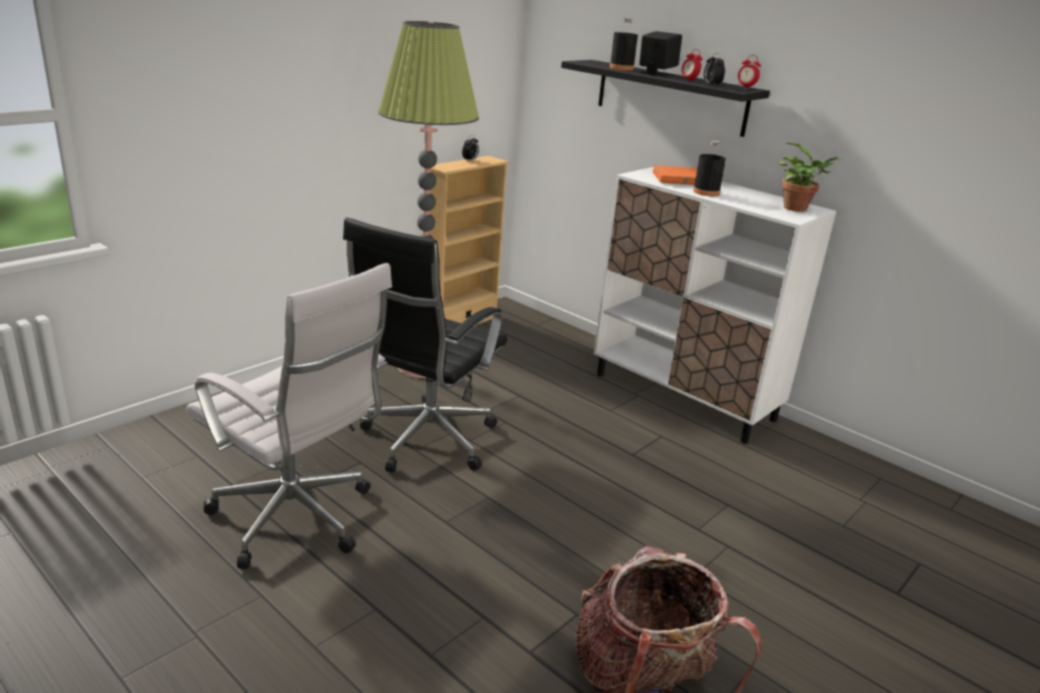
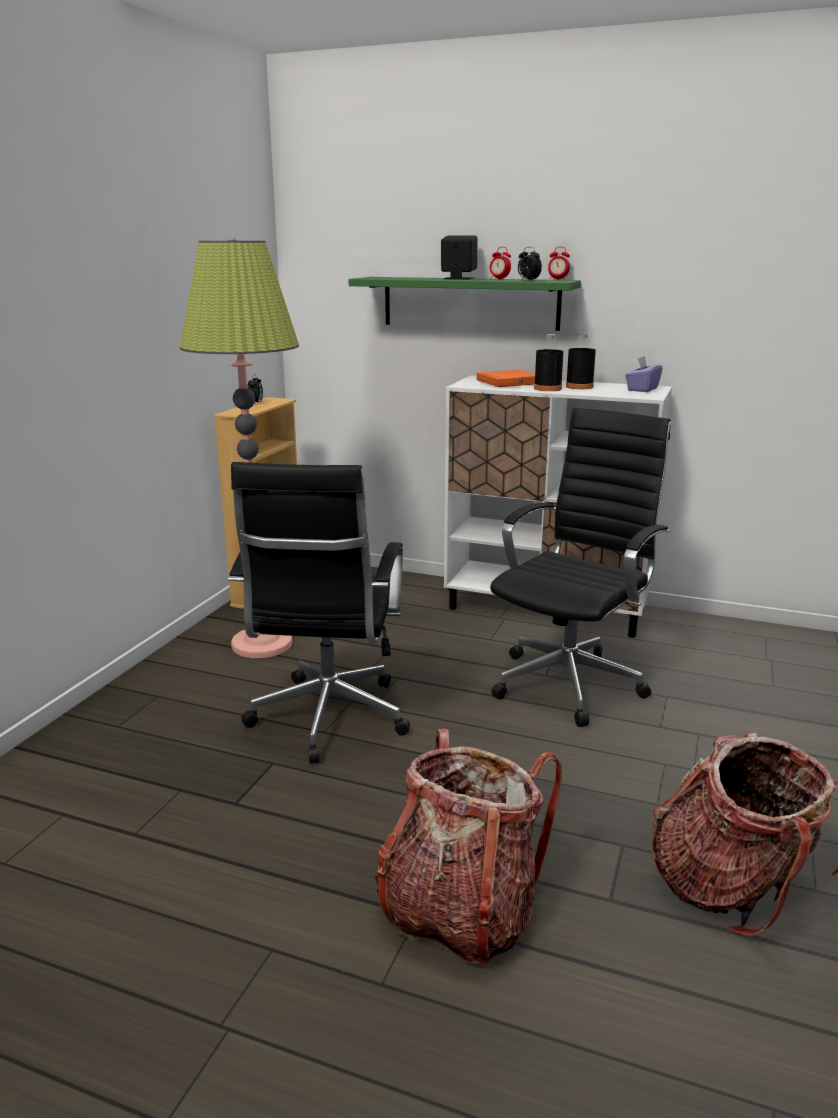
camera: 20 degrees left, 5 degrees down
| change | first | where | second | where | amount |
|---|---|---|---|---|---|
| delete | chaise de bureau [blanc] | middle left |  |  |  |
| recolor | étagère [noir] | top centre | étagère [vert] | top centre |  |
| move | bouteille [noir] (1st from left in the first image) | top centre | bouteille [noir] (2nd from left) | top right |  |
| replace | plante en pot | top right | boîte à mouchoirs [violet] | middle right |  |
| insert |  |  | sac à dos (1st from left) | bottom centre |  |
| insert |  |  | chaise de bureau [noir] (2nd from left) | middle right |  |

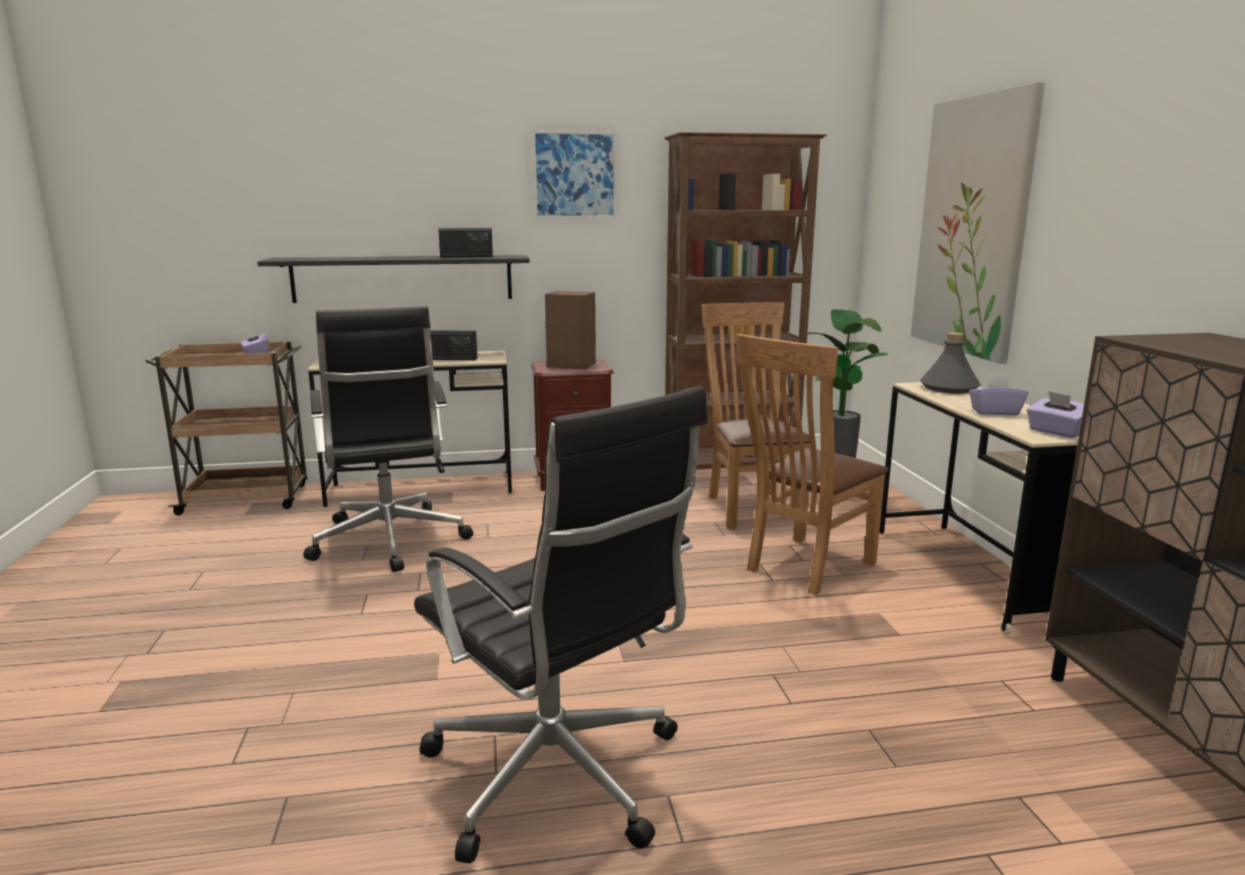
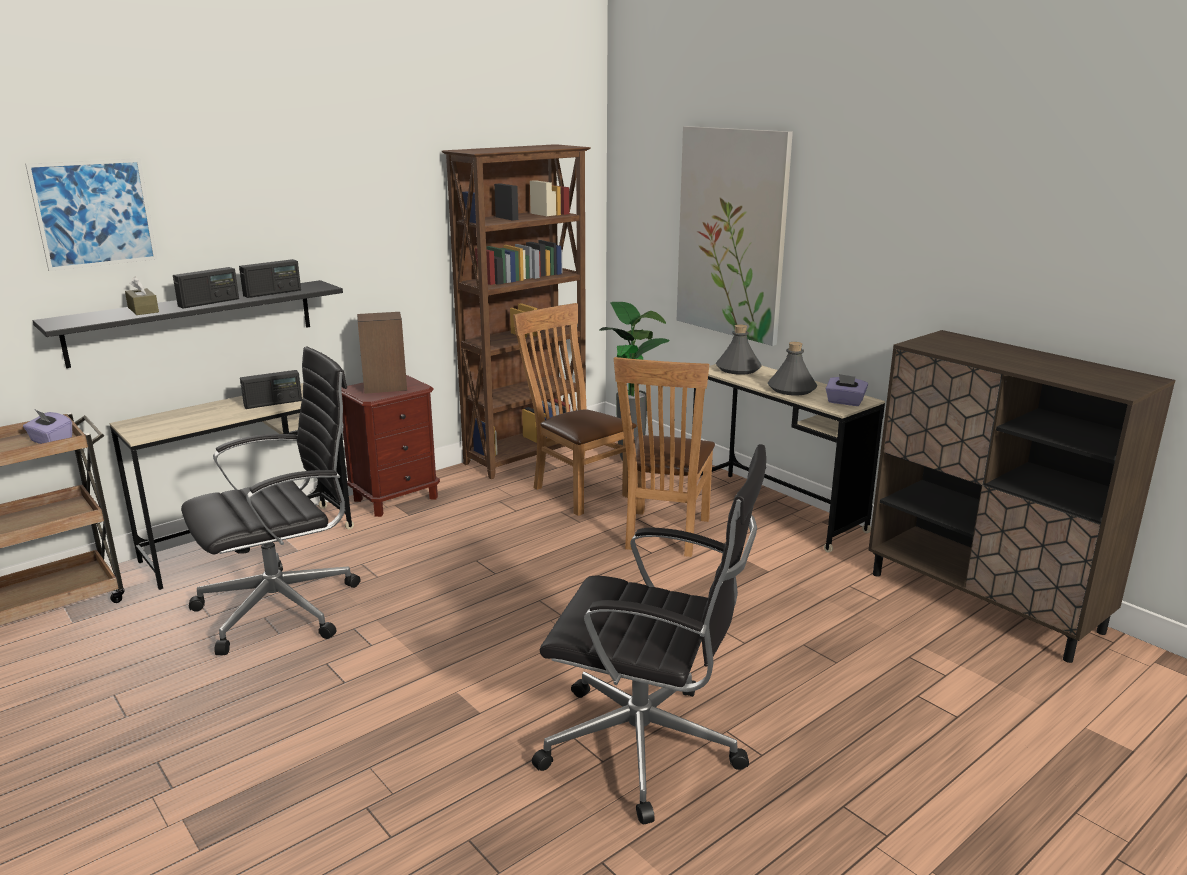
camera: 30 degrees left, 5 degrees up
| change | first | where | second | where | amount |
|---|---|---|---|---|---|
| rotate | chaise de bureau [noir] (1st from left) | middle left |  | middle left | 75 degrees counterclockwise |
| move | tableau (1st from left) | top centre |  | top left |  |
| replace | boîte à mouchoirs [violet] (2nd from left) | middle right | bouteille [gris] (2nd from left) | middle right |  |
| insert |  |  | boîte à mouchoirs [marron] | middle left |  |
| insert |  |  | radio (1st from left) | top left |  |

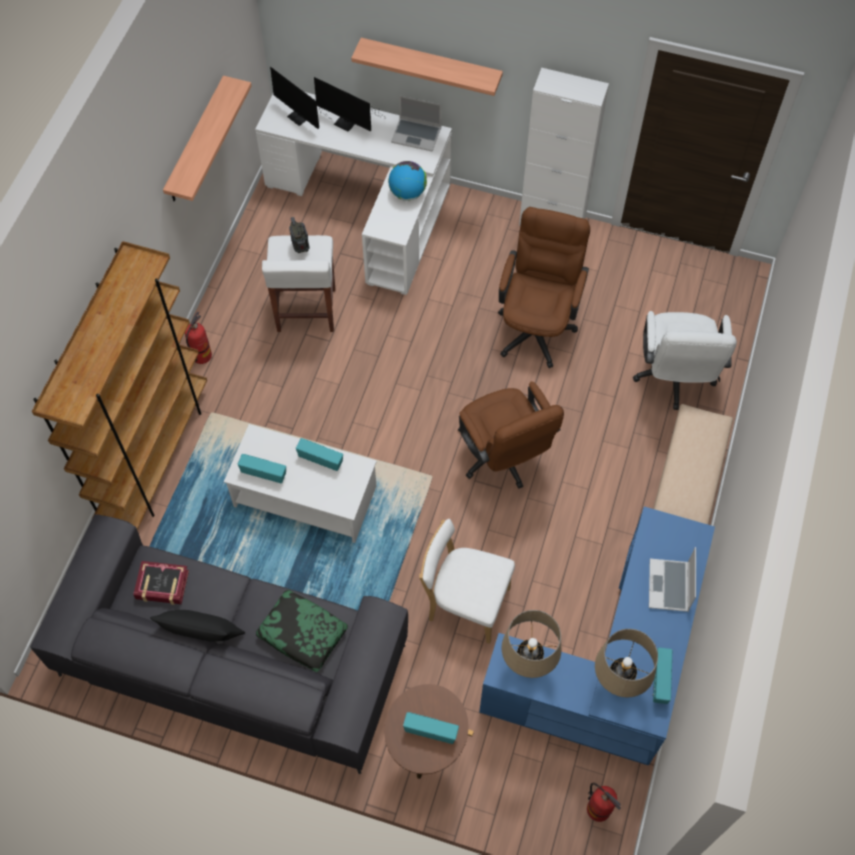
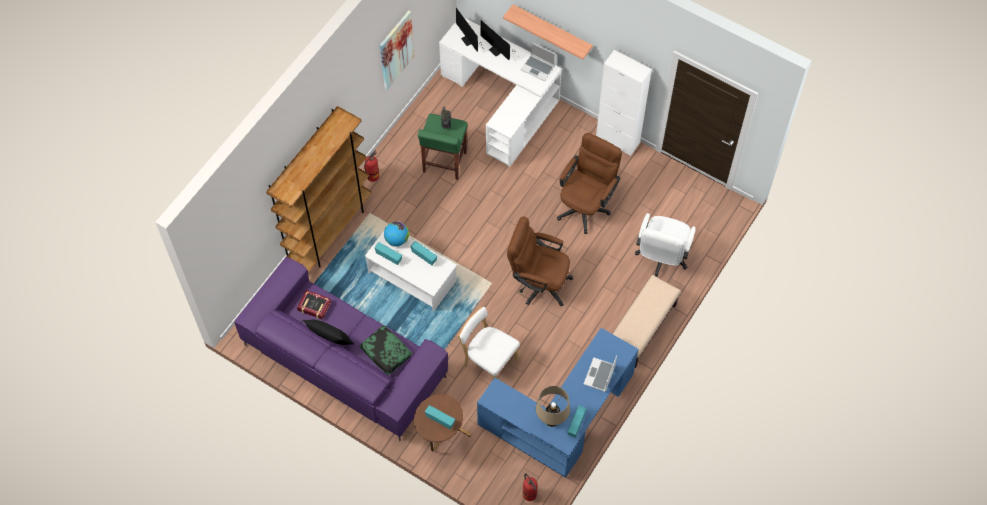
camera: 15 degrees right, 0 degrees up
| change | first | where | second | where | amount |
|---|---|---|---|---|---|
| recolor | canapé [gris] | bottom left | canapé [violet] | bottom centre |  |
| replace | étagère (1st from left) | top left | tableau | top centre |  |
| recolor | tabouret [blanc] | top centre | tabouret [vert] | top centre |  |
| move | globe | top centre |  | centre |  |
| rotate | chaise de bureau [marron] (1st from left) | centre |  | centre | 120 degrees clockwise |
| delete | lampe de table [beige] (1st from left) | bottom centre |  |  |  |

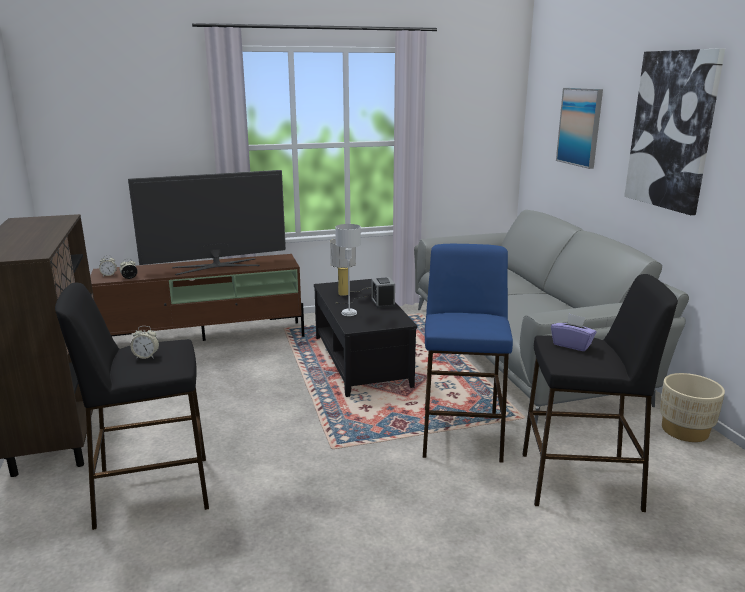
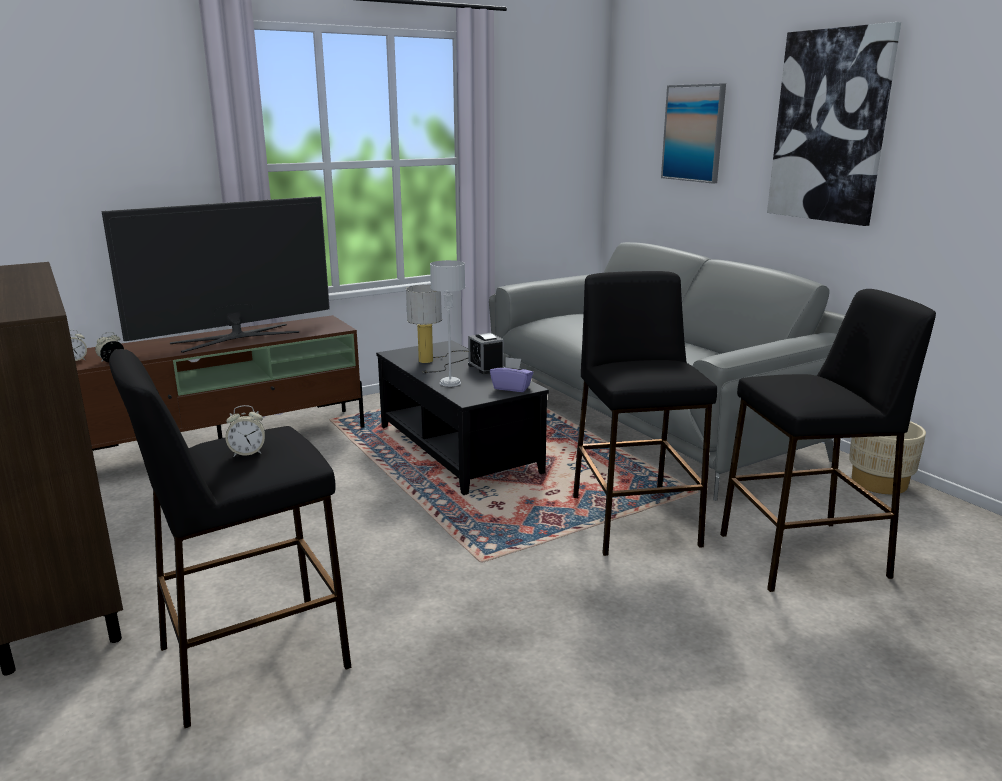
camera: 15 degrees left, 0 degrees up
| change | first | where | second | where | amount |
|---|---|---|---|---|---|
| recolor | tabouret [bleu] | centre | tabouret [noir] (2nd from left) | centre |  |
| move | boîte à mouchoirs [violet] | middle right |  | centre |  |

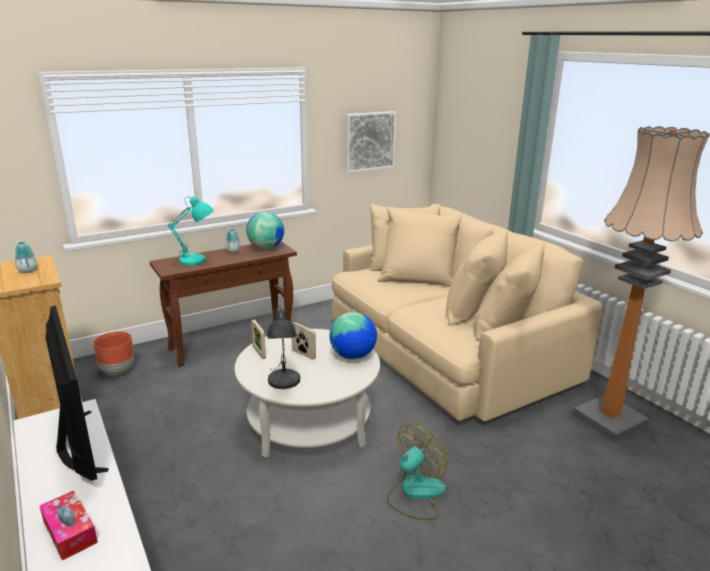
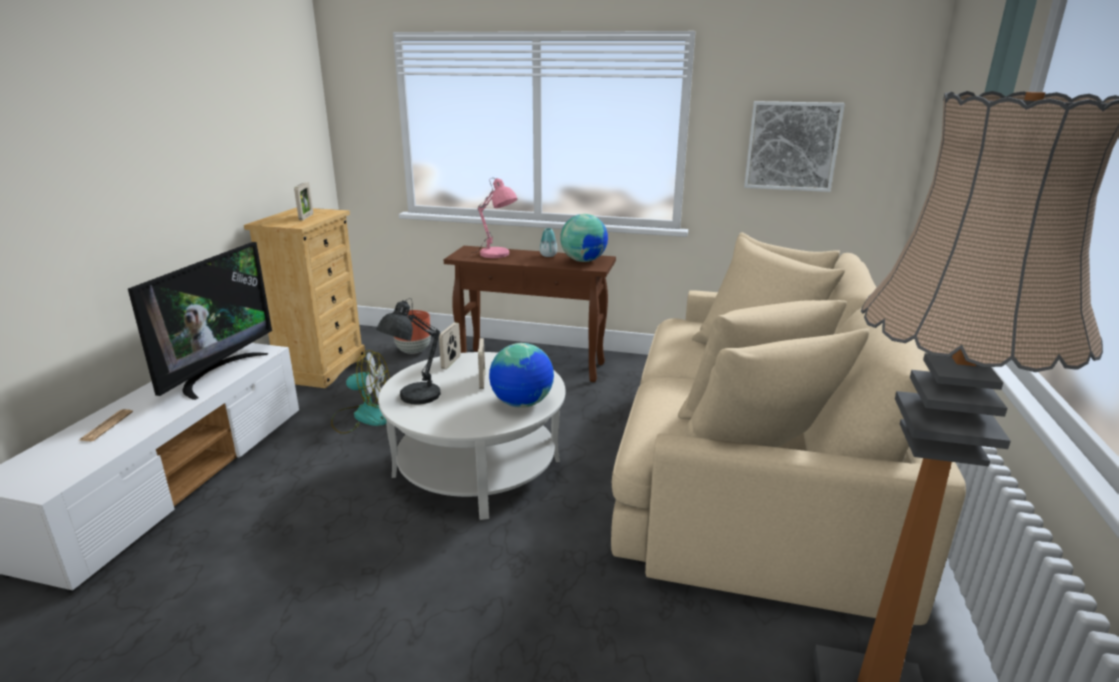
camera: 45 degrees right, 0 degrees up
| change | first | where | second | where | amount |
|---|---|---|---|---|---|
| replace | vase (1st from left) | middle left | cadre photo (1st from left) | top left |  |
| replace | boîte à mouchoirs | bottom left | journal | middle left |  |
| recolor | lampe de table [turquoise] | middle left | lampe de table [rose] | top centre |  |
| move | ventilateur | bottom centre |  | middle left |  |

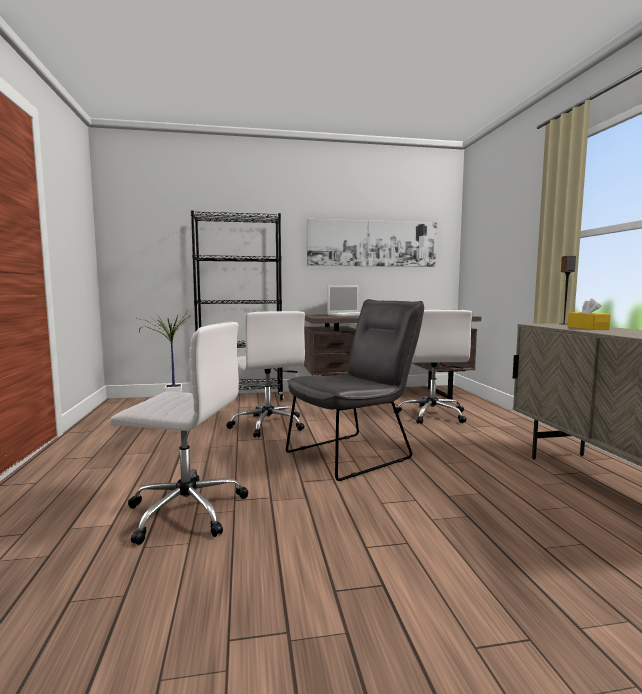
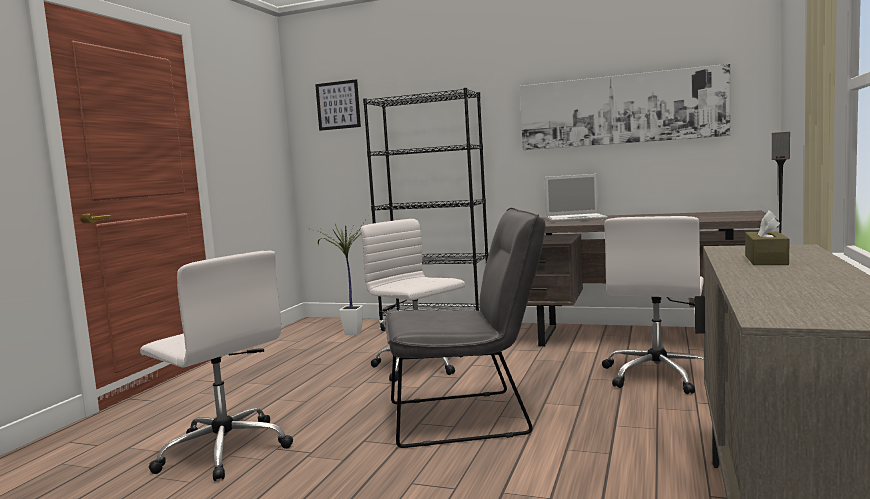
camera: 30 degrees right, 0 degrees up
| change | first | where | second | where | amount |
|---|---|---|---|---|---|
| rotate | chaise de bureau [blanc] (2nd from left) | centre |  | centre | 135 degrees clockwise |
| recolor | boîte à mouchoirs [jaune] | middle right | boîte à mouchoirs [marron] | middle right |  |
| insert |  |  | tableau (1st from left) | top centre |  |

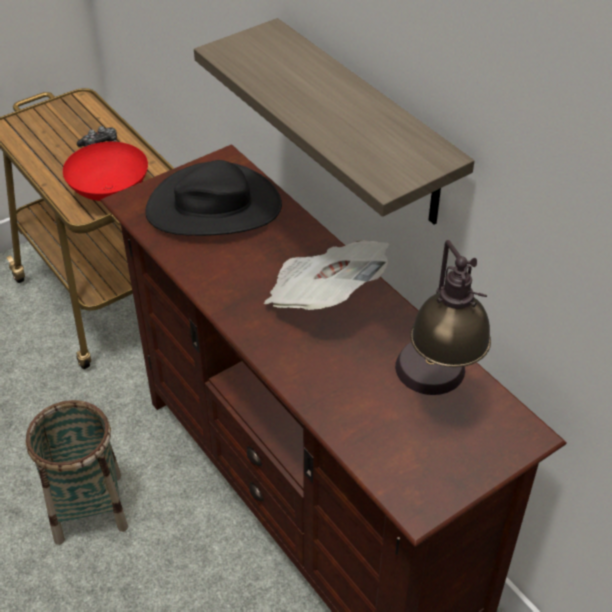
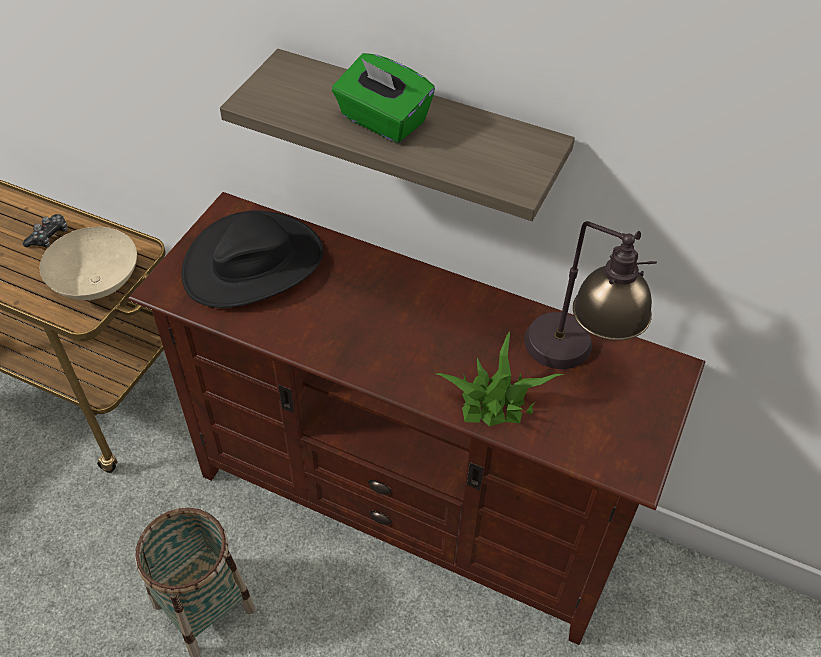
camera: 30 degrees left, 5 degrees up
| change | first | where | second | where | amount |
|---|---|---|---|---|---|
| recolor | bol [rouge] | top left | bol [beige] | middle left |  |
| delete | journal | centre |  |  |  |
| insert |  |  | boîte à mouchoirs [vert] | top centre |  |
| insert |  |  | plante en pot | centre |  |

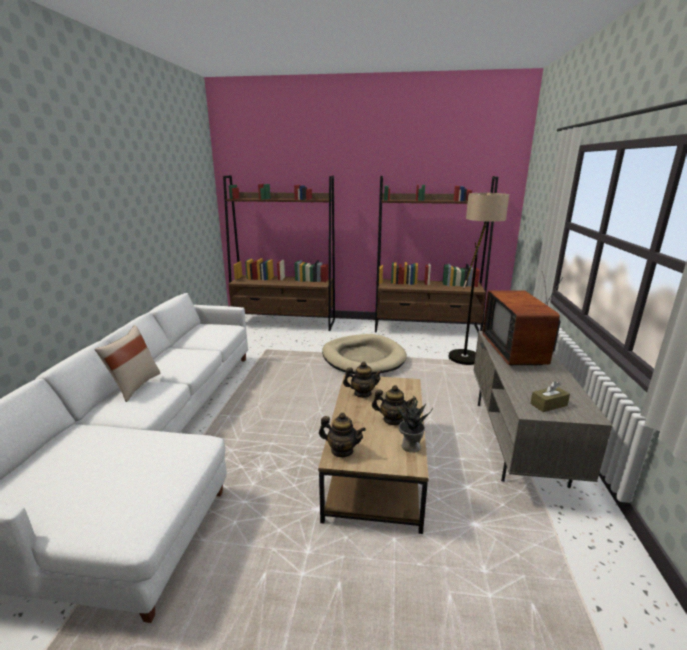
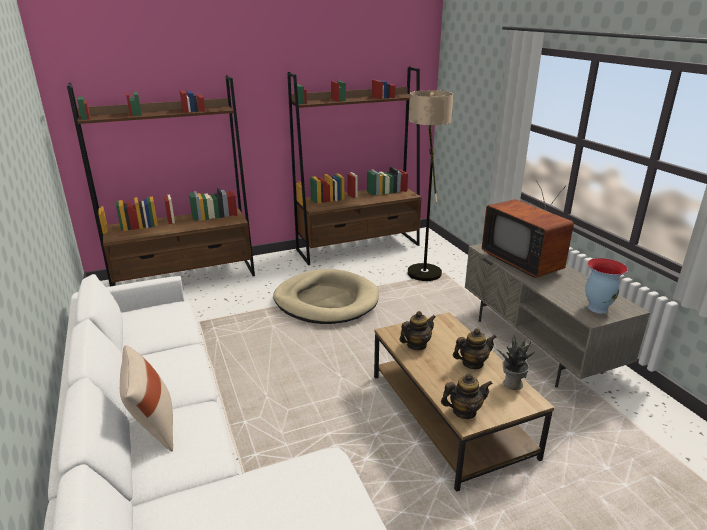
camera: 30 degrees left, 5 degrees up
| change | first | where | second | where | amount |
|---|---|---|---|---|---|
| replace | boîte à mouchoirs [marron] | middle right | vase | middle right |  |

